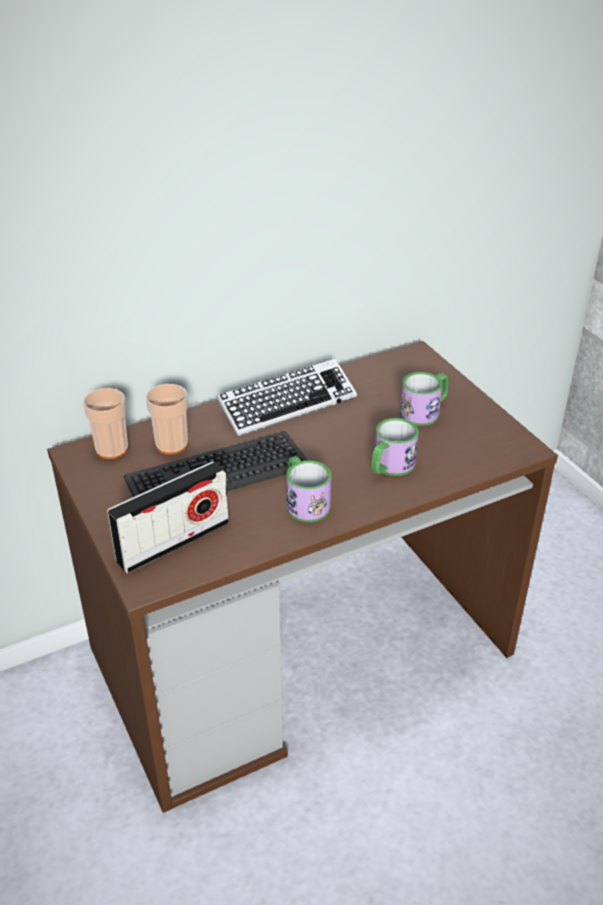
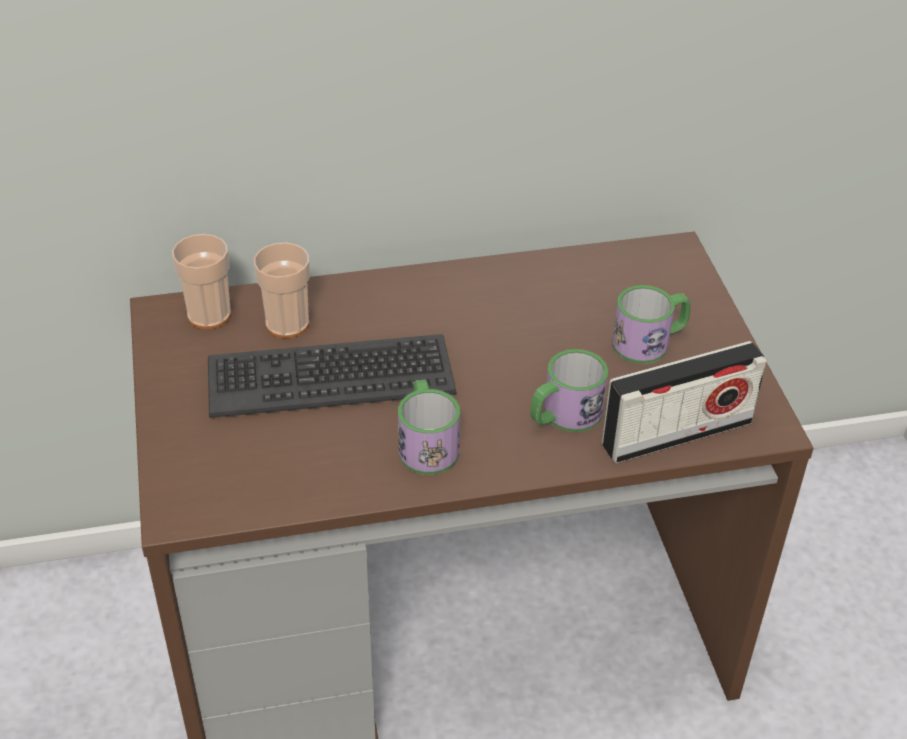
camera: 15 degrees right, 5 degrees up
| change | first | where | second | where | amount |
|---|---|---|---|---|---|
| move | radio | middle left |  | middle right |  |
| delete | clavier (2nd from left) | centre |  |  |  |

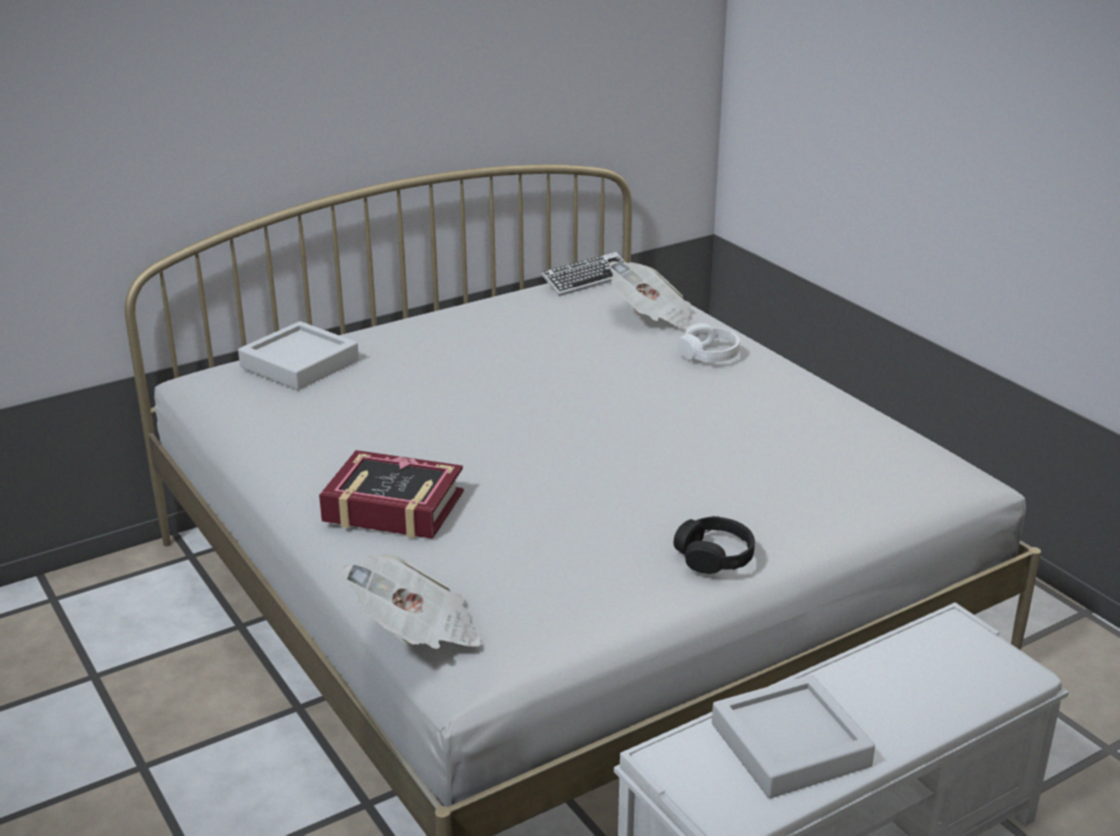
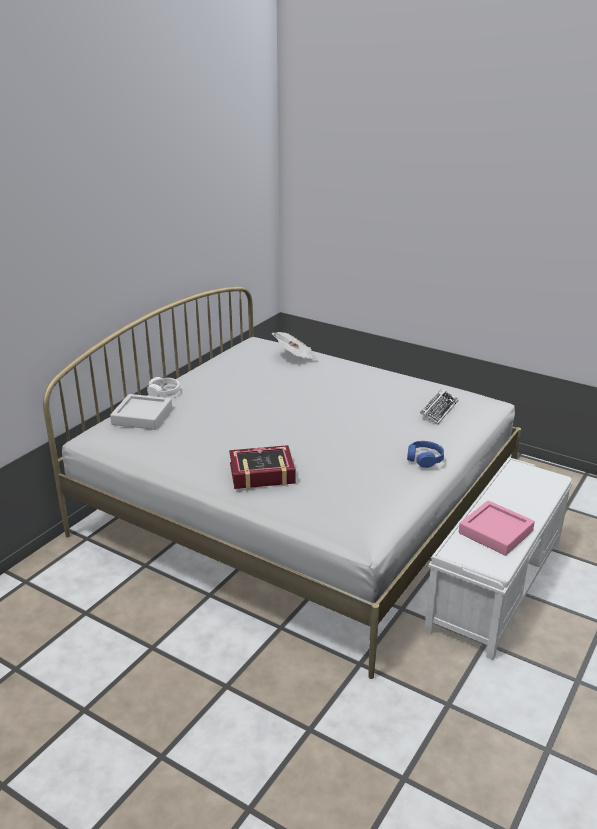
camera: 25 degrees left, 0 degrees up
| change | first | where | second | where | amount |
|---|---|---|---|---|---|
| delete | journal (1st from left) | bottom centre |  |  |  |
| move | clavier | top centre |  | middle right |  |
| recolor | casque audio [noir] | centre | casque audio [bleu] | middle right |  |
| move | casque audio [blanc] | centre |  | middle left |  |
| recolor | plateau [gris] (2nd from left) | bottom right | plateau [rose] | middle right |  |

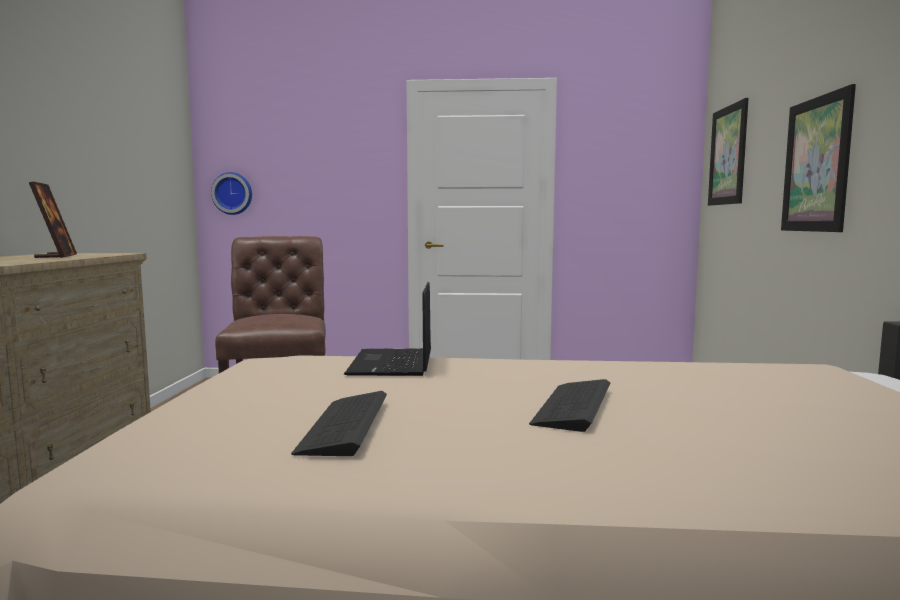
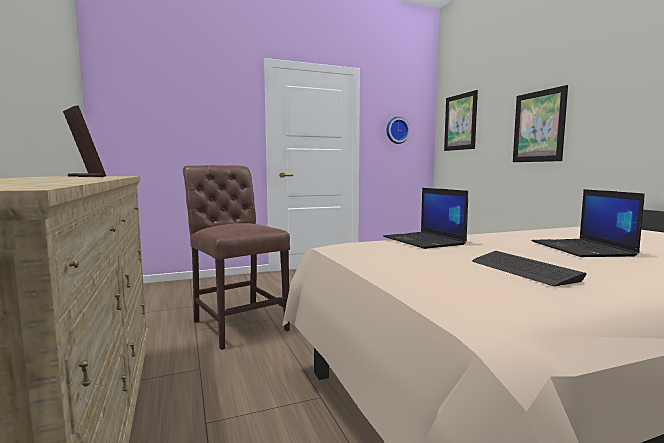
camera: 25 degrees left, 0 degrees up
| change | first | where | second | where | amount |
|---|---|---|---|---|---|
| move | horloge murale | top left |  | top centre |  |
| replace | clavier (2nd from left) | bottom centre | ordinateur portable (2nd from left) | middle right |  |

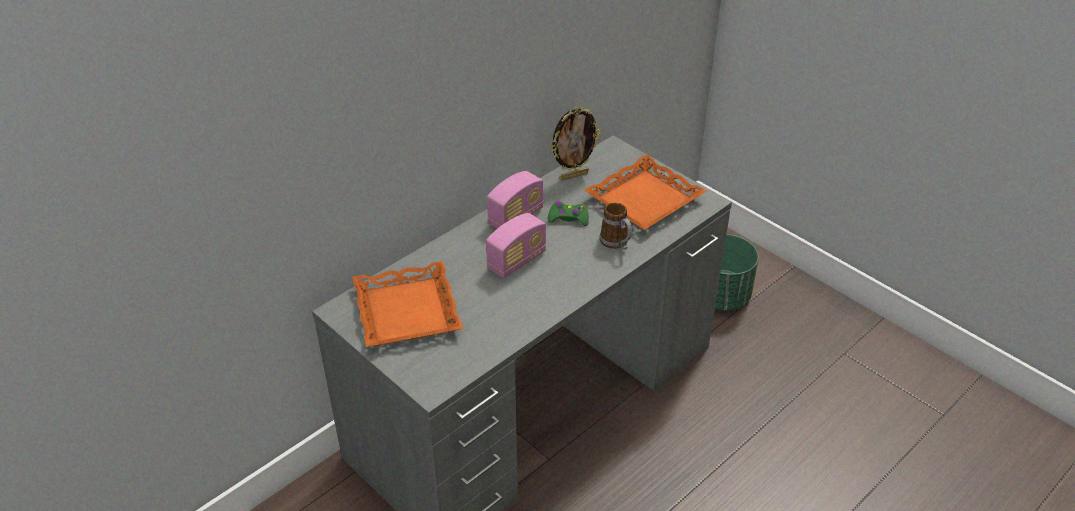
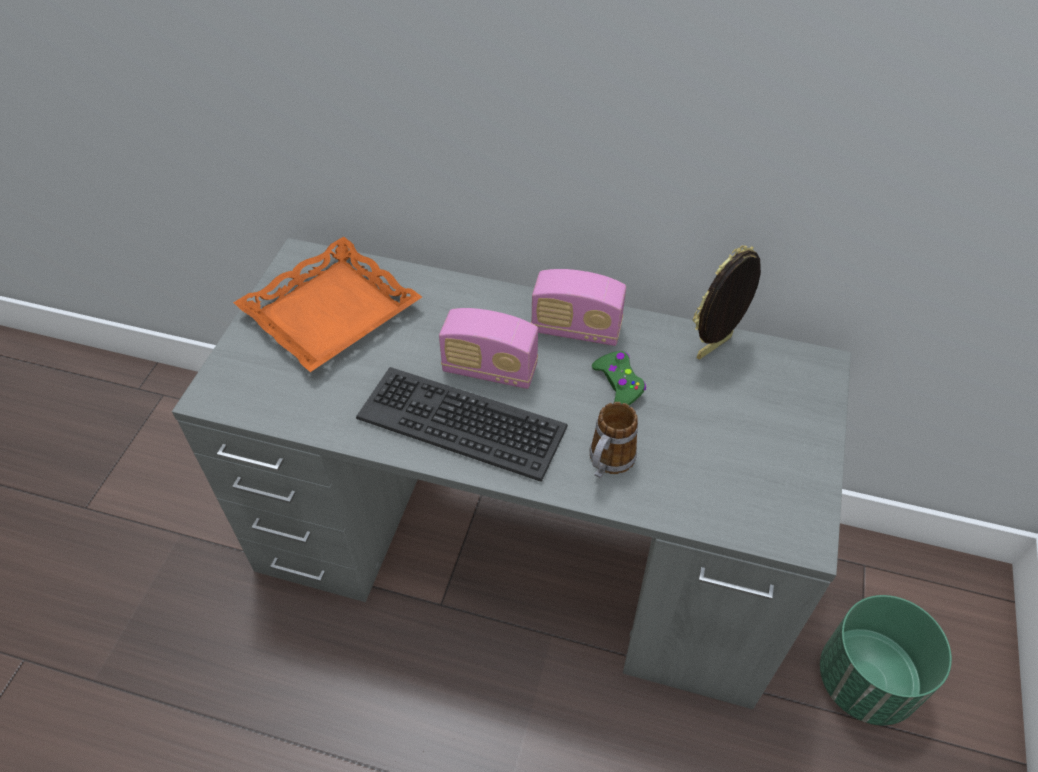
camera: 60 degrees right, 10 degrees up
| change | first | where | second | where | amount |
|---|---|---|---|---|---|
| rotate | cadre photo | top centre |  | middle right | 105 degrees clockwise |
| delete | plateau [orange] (2nd from left) | centre |  |  |  |
| insert |  |  | clavier | centre |  |

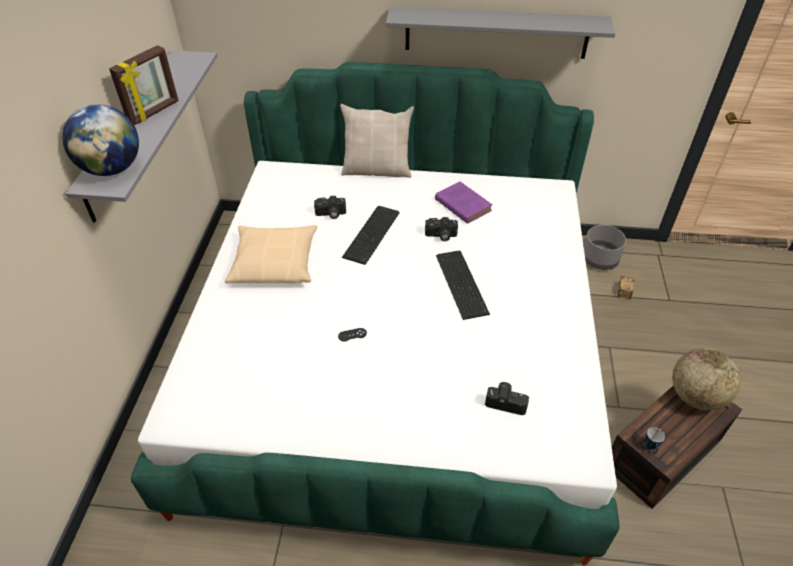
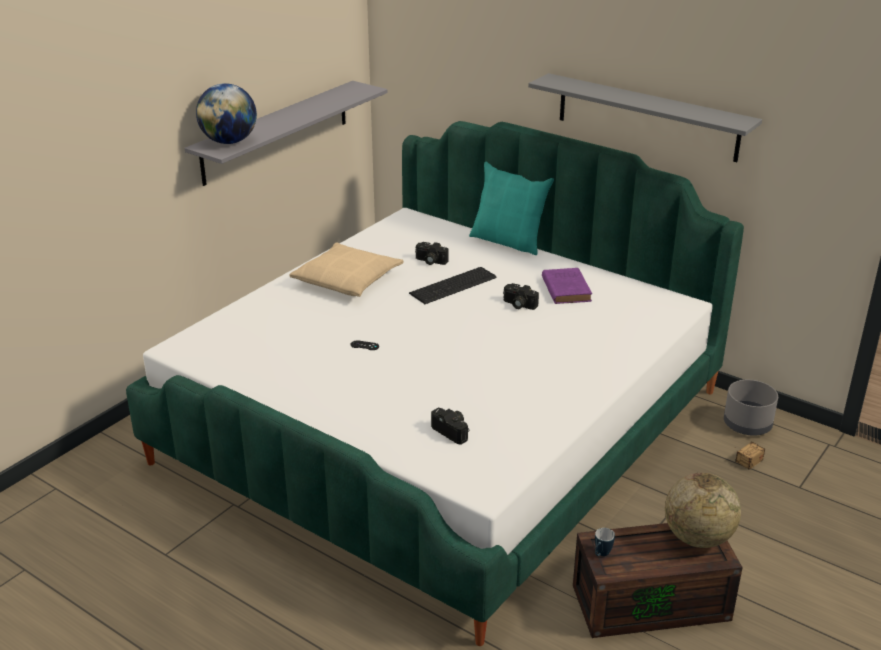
camera: 30 degrees right, 15 degrees down
| change | first | where | second | where | amount |
|---|---|---|---|---|---|
| delete | cadre photo | top left |  |  |  |
| recolor | coussin [beige] (2nd from left) | top centre | coussin [turquoise] | top centre |  |
| delete | clavier (2nd from left) | centre |  |  |  |

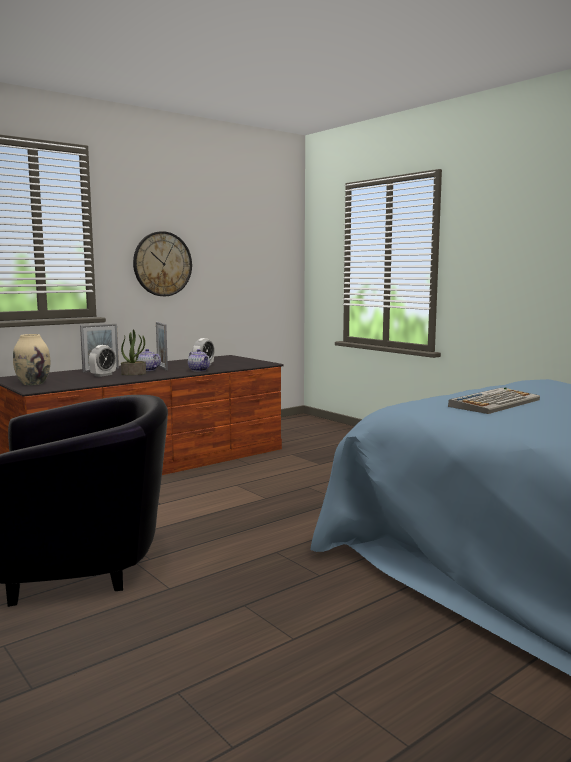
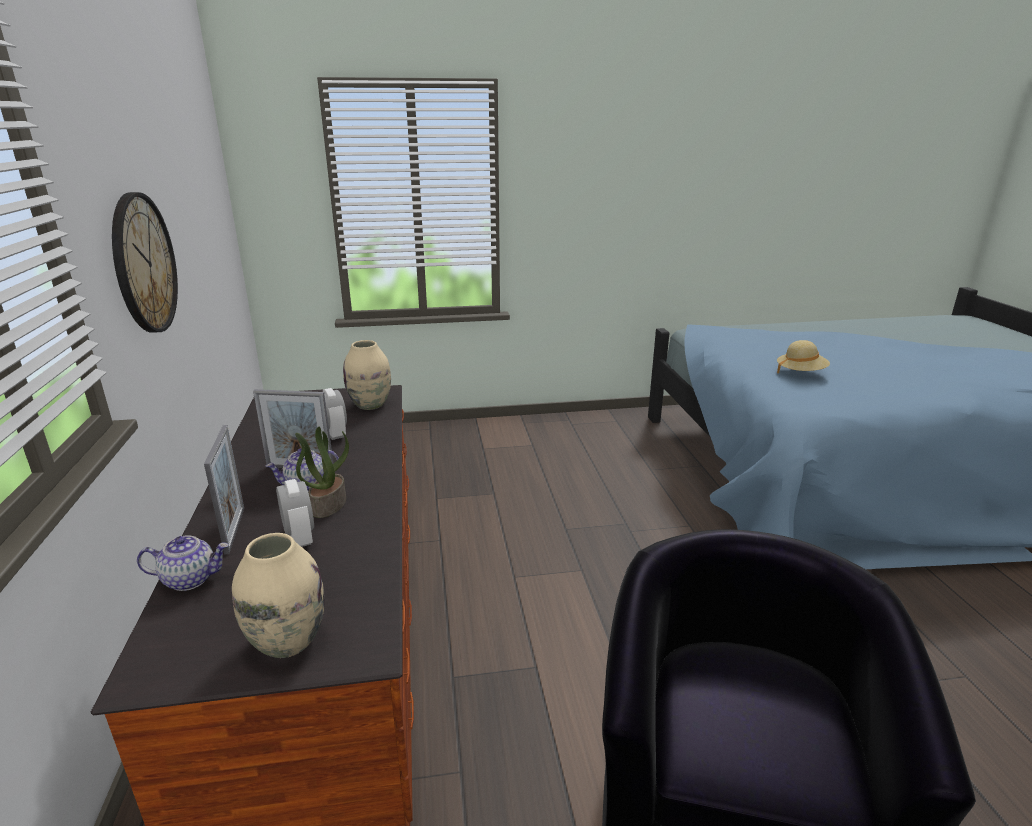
camera: 60 degrees left, 15 degrees up
| change | first | where | second | where | amount |
|---|---|---|---|---|---|
| move | théière (2nd from left in the first image) | centre | théière (1st from left) | bottom left |  |
| replace | clavier | middle right | chapeau [beige] | middle right |  |
| insert |  |  | vase [beige] (2nd from left) | centre |  |

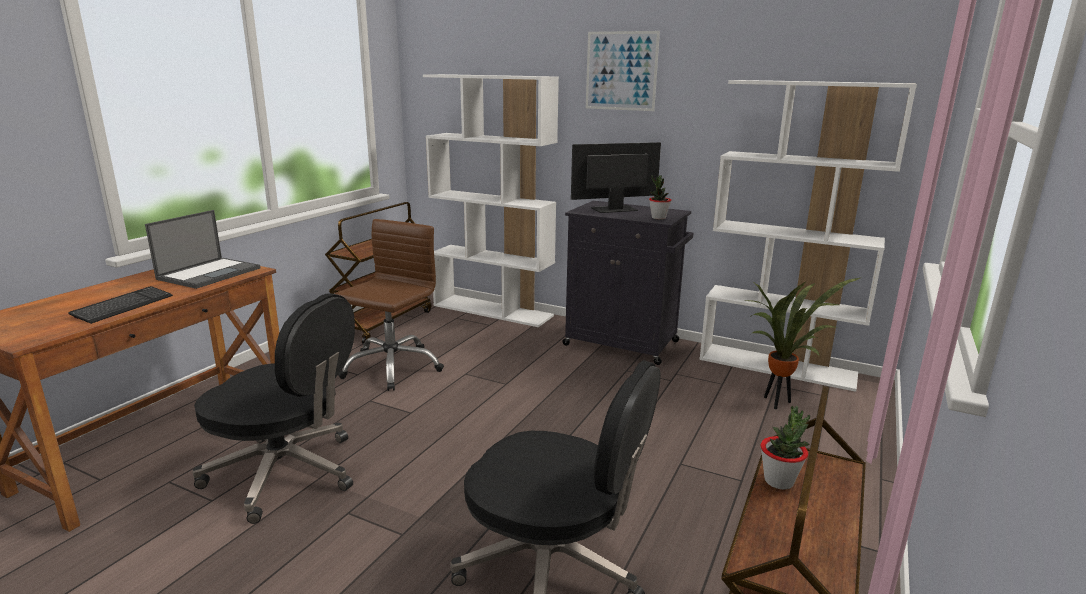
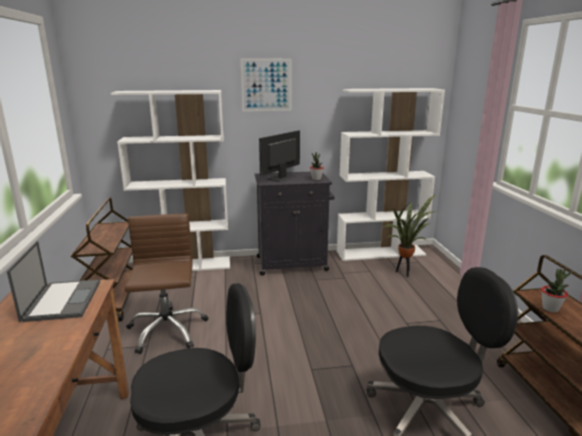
camera: 35 degrees left, 0 degrees up
| change | first | where | second | where | amount |
|---|---|---|---|---|---|
| delete | clavier | middle left |  |  |  |

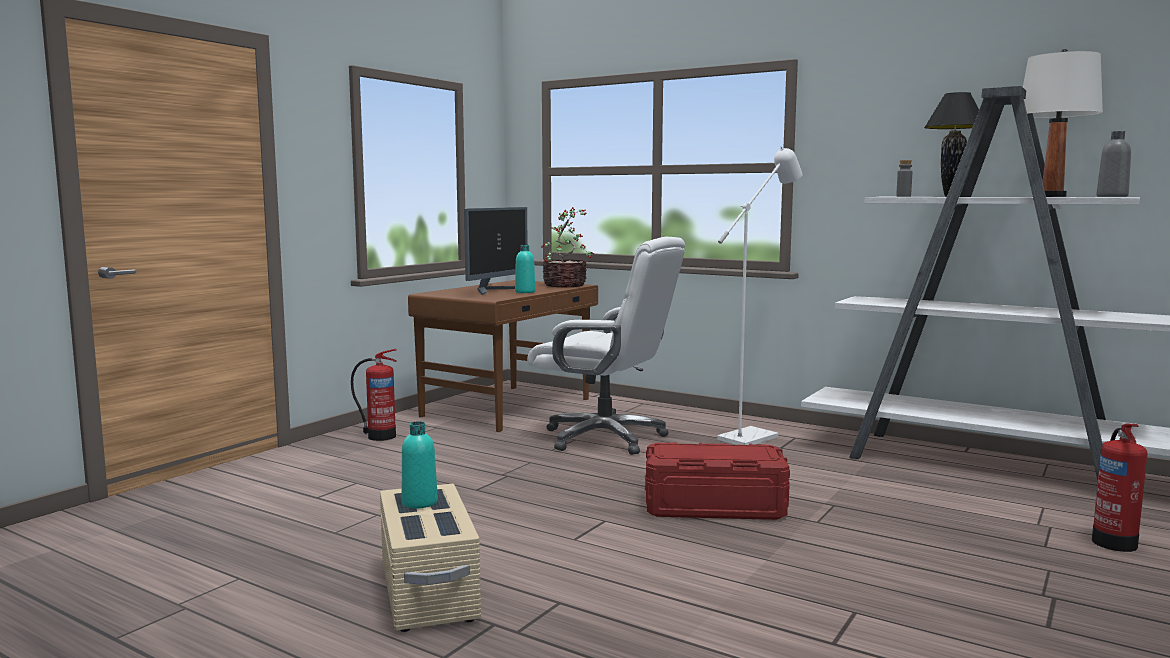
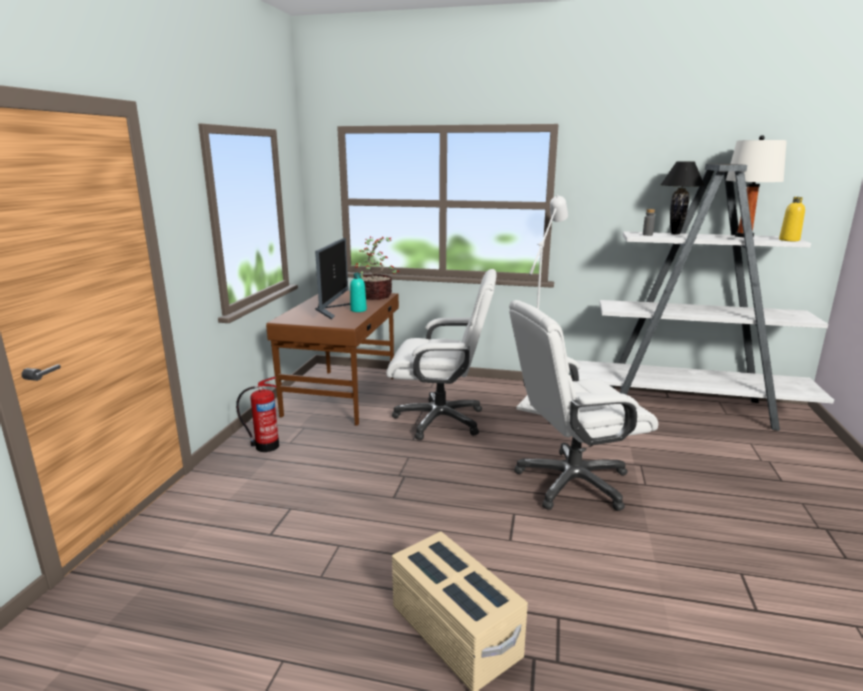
camera: 20 degrees left, 10 degrees up
| change | first | where | second | where | amount |
|---|---|---|---|---|---|
| delete | bouteille [turquoise] (1st from left) | bottom centre |  |  |  |
| replace | boîte de rangement [rouge] | bottom centre | chaise de bureau [blanc] (2nd from left) | middle right |  |
| delete | extincteur (2nd from left) | bottom right |  |  |  |
| recolor | bouteille [gris] (2nd from left) | top right | bouteille [jaune] | top right |  |

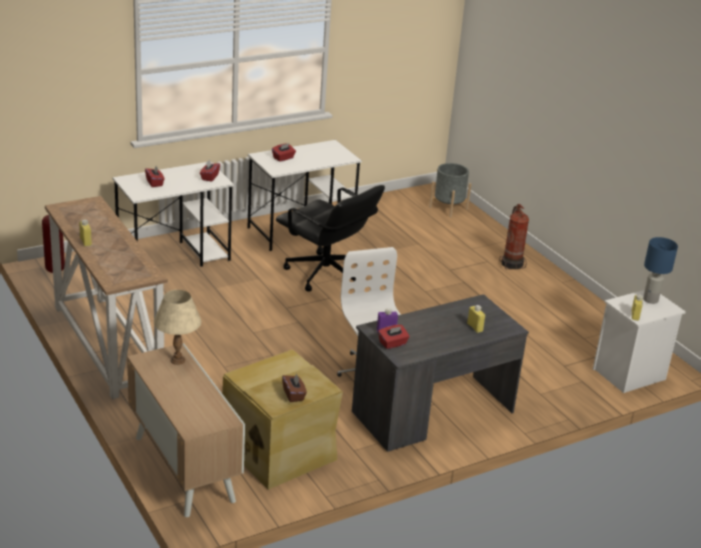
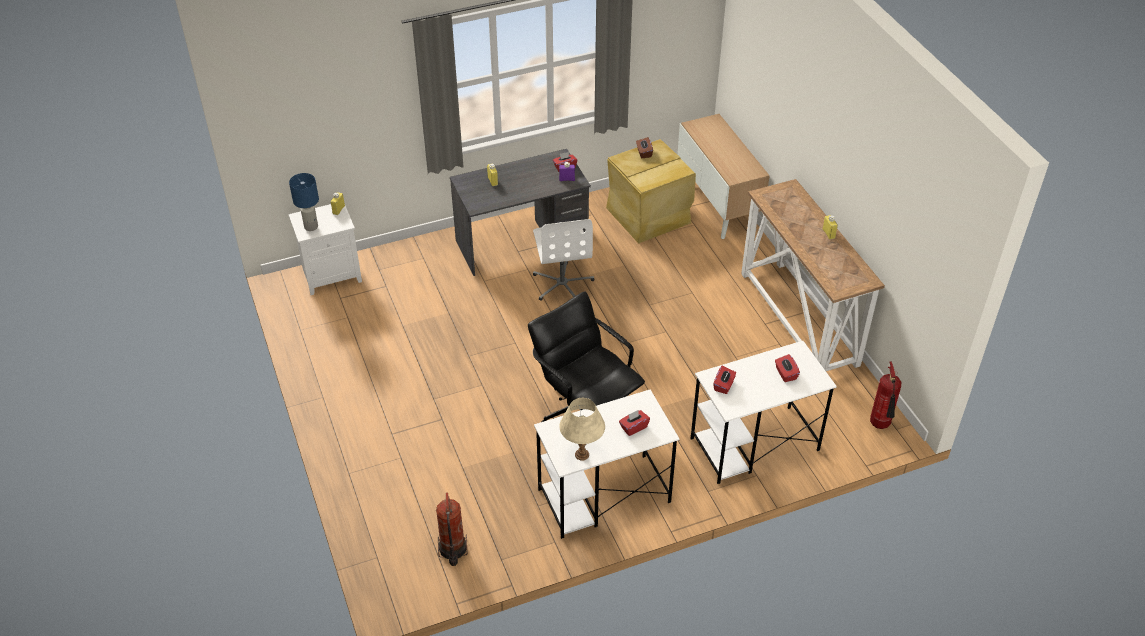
camera: 170 degrees left, 15 degrees up
| change | first | where | second | where | amount |
|---|---|---|---|---|---|
| move | lampe de table [beige] | middle left |  | bottom centre |  |
| delete | cache-pot [gris] | centre |  |  |  |
| move | extincteur (2nd from left in the first image) | middle right | extincteur (1st from left) | bottom centre |  |

